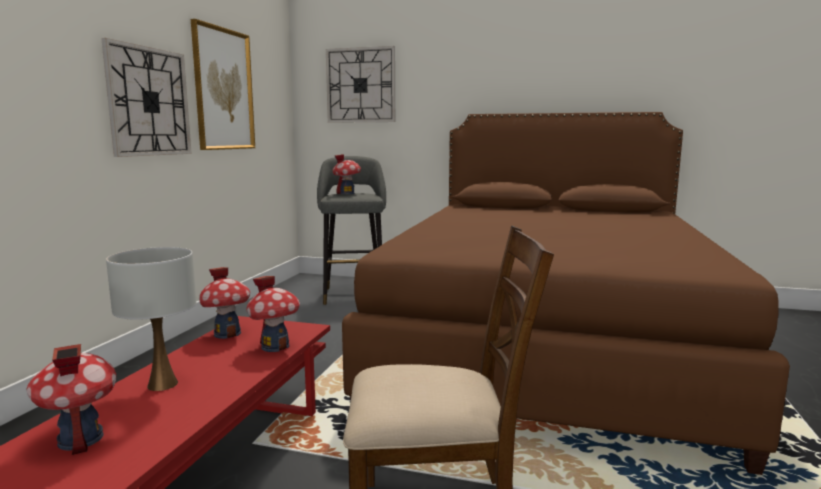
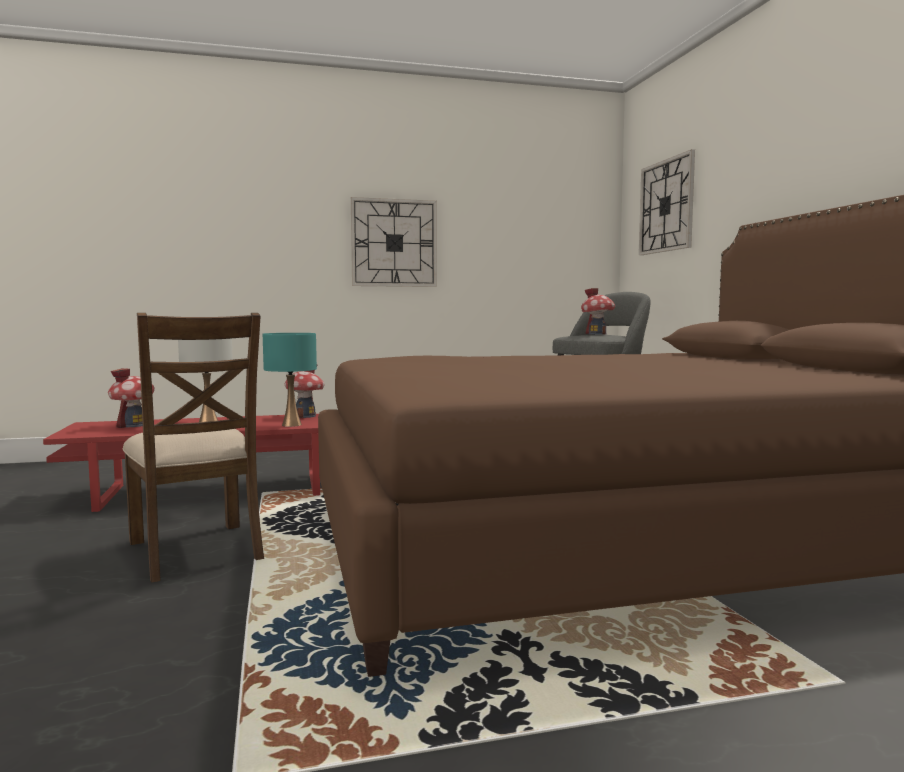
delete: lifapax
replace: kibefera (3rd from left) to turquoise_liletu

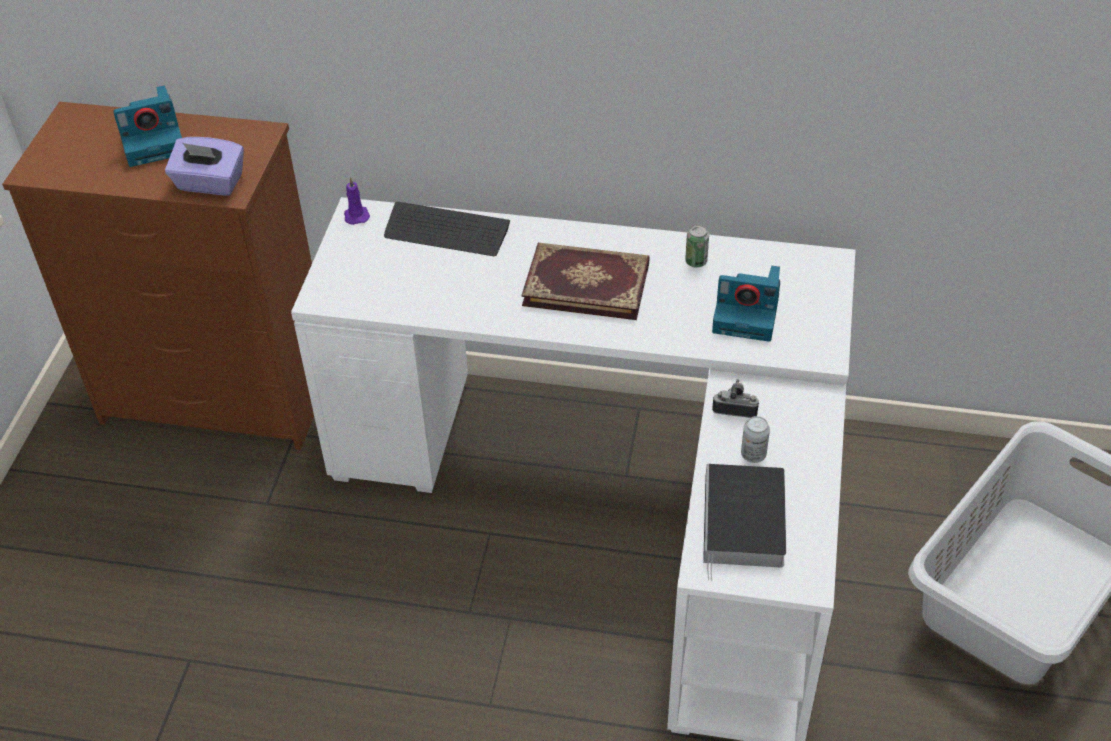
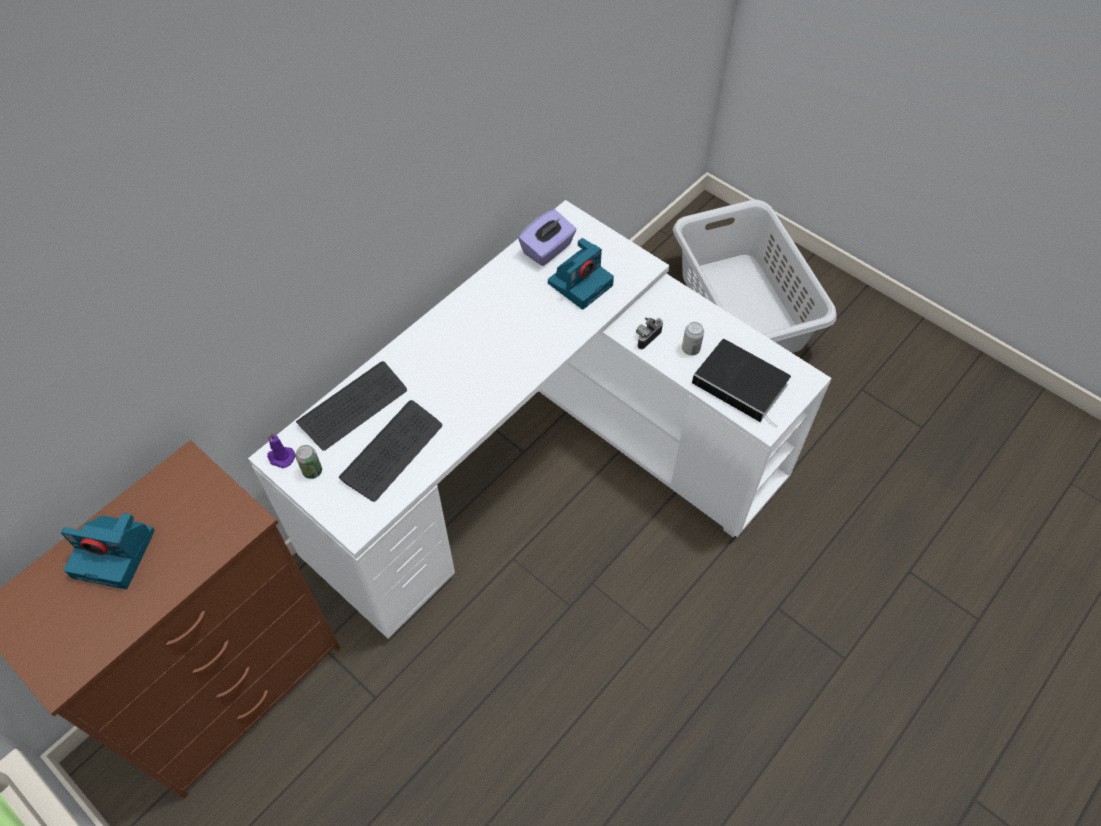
delete: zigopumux (1st from left)
insert: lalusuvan (2nd from left)
move: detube (1st from left); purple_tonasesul
rotate: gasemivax (1st from left) 90 degrees clockwise

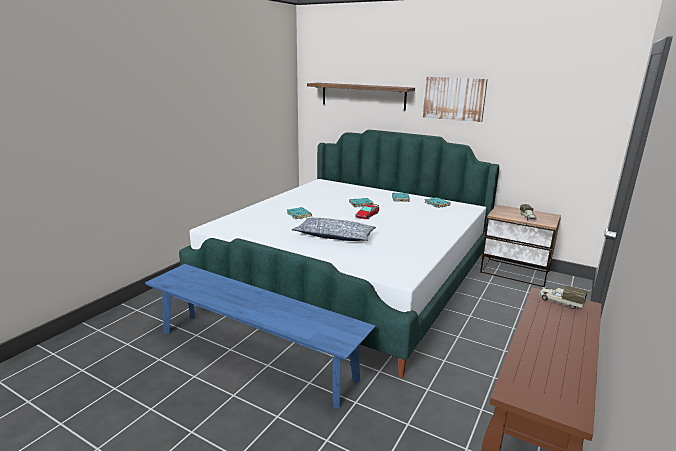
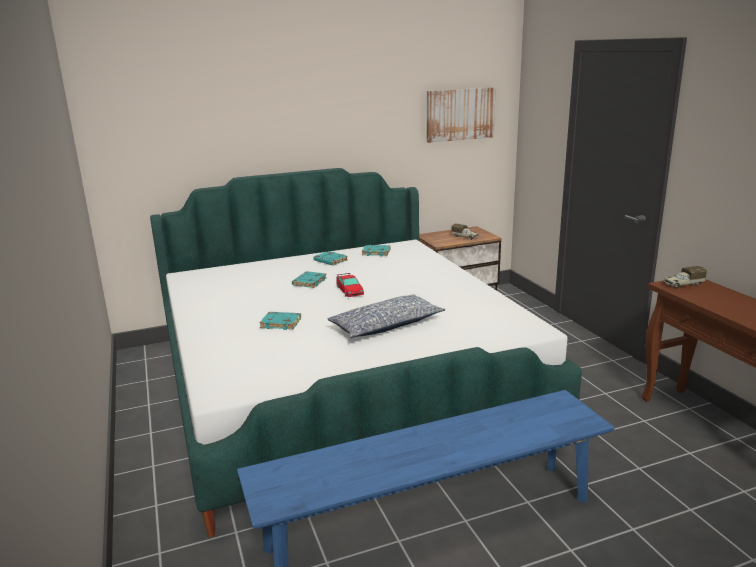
delete: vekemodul
move: lifapax

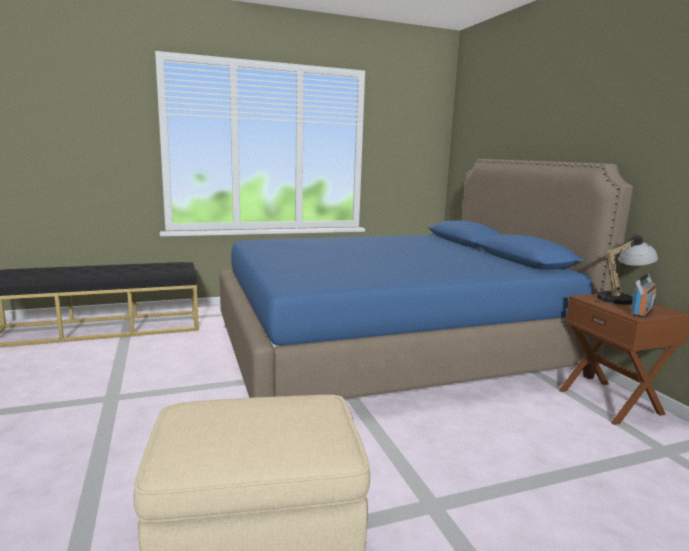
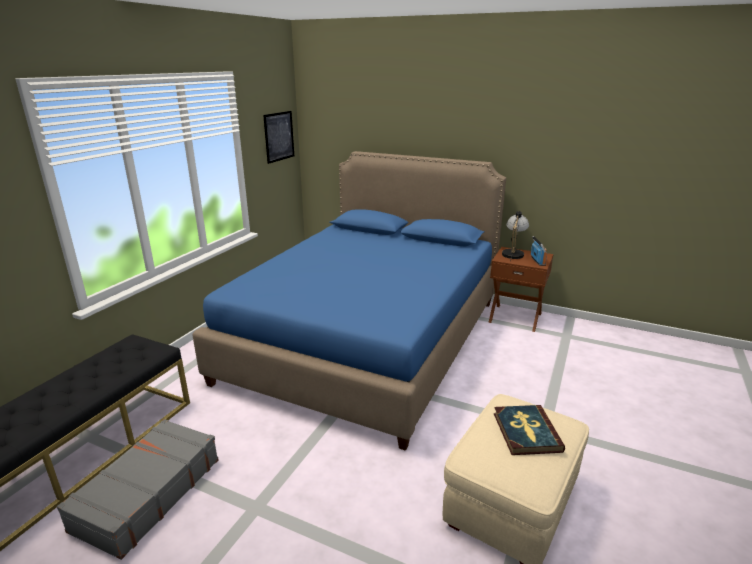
insert: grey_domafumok; lifapax; zigopumux

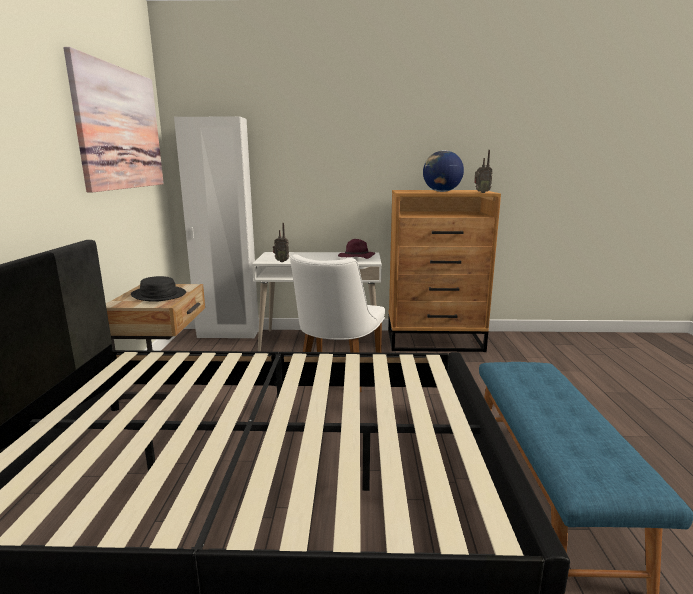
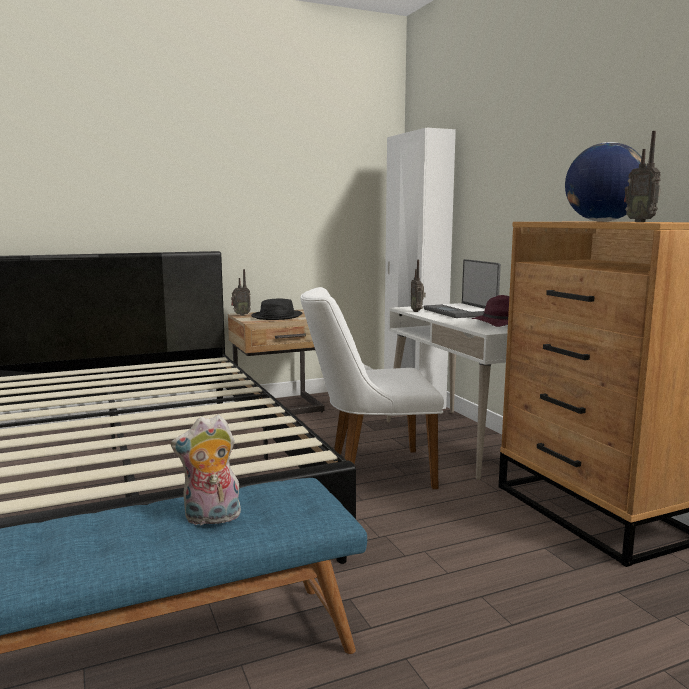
delete: lifapax
insert: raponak; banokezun (1st from left); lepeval

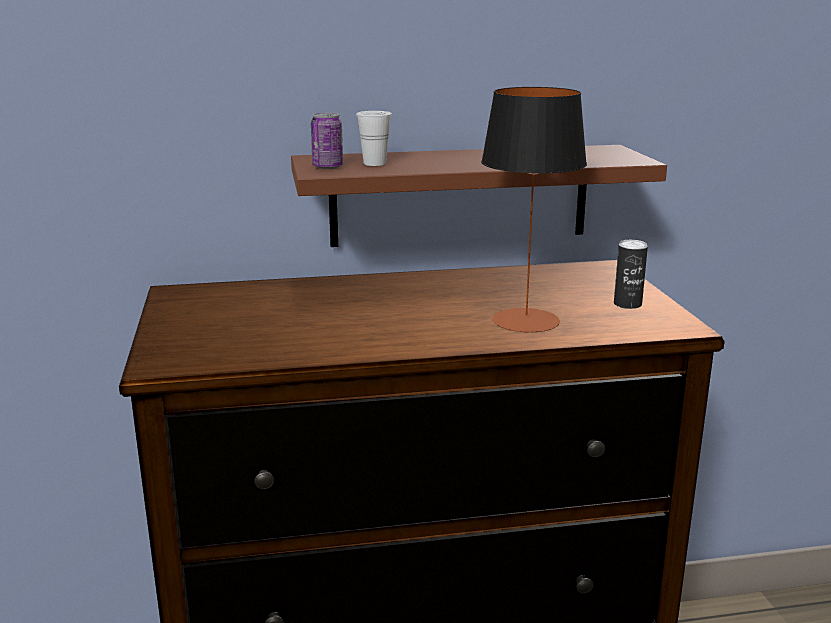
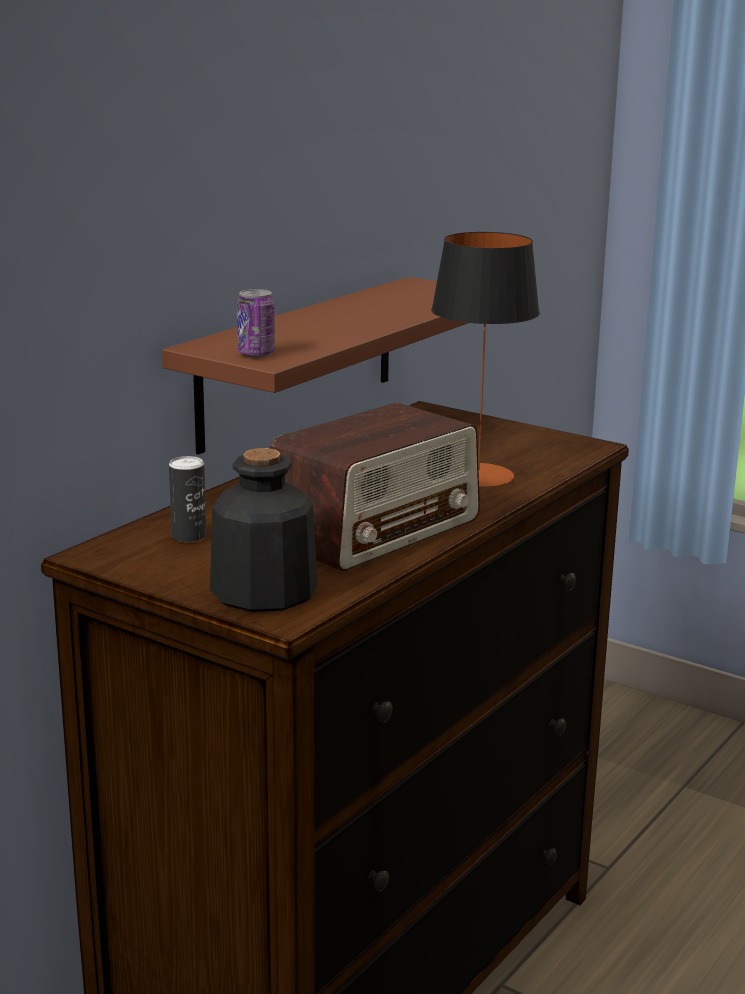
delete: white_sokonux
insert: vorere; banokezun
move: detube (2nd from left in the first image) to detube (1st from left)

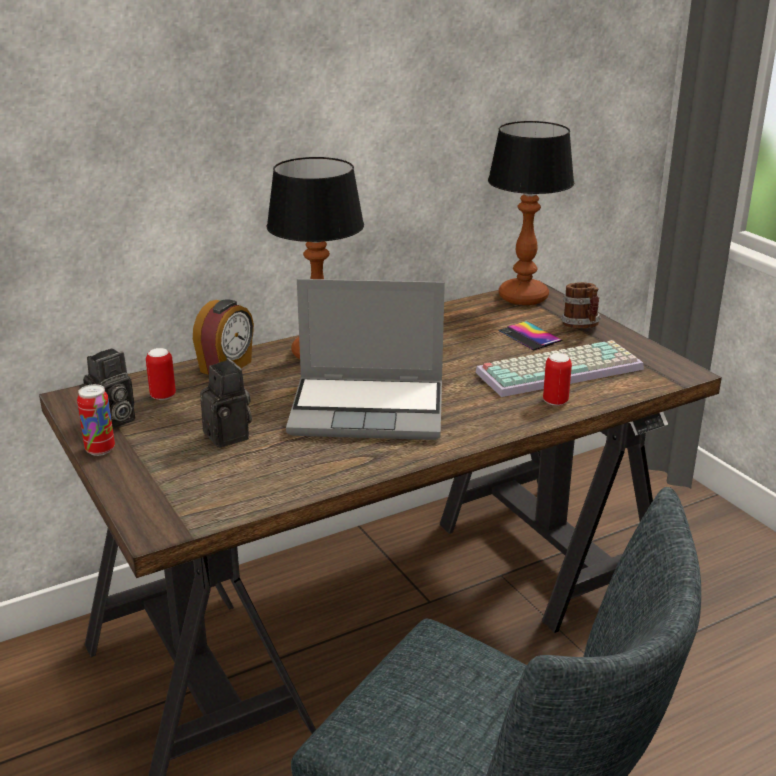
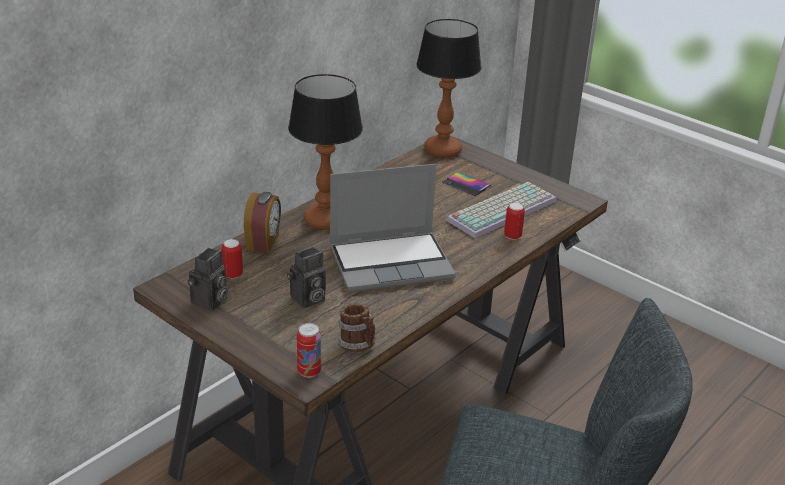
move: detube (1st from left in the first image) to detube (2nd from left); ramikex
rotate: gasemivax (2nd from left) 105 degrees clockwise

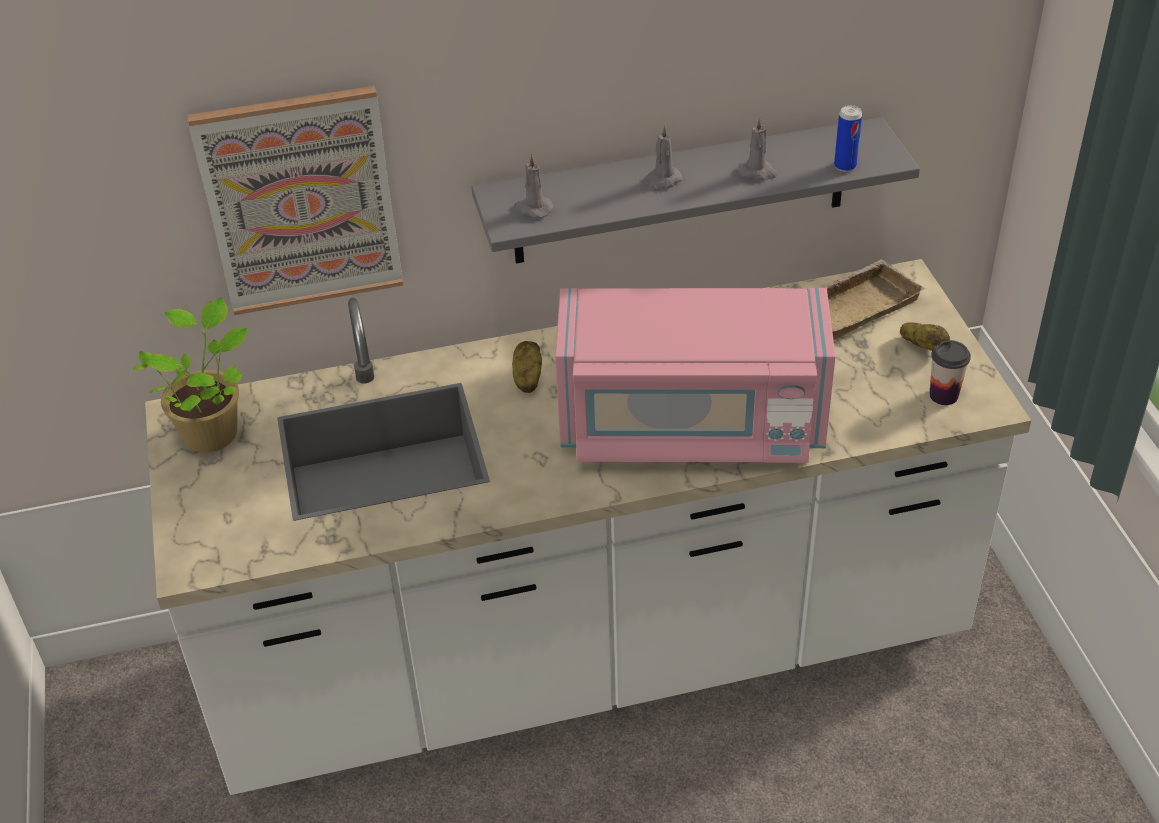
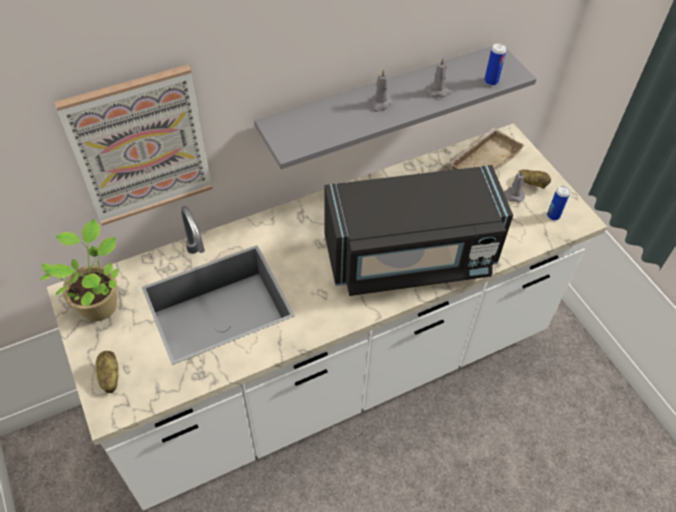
move: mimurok (1st from left); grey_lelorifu (1st from left in the first image) to grey_lelorifu (3rd from left)
replace: sokonux to detube (2nd from left)
recolor: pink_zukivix to black_zukivix

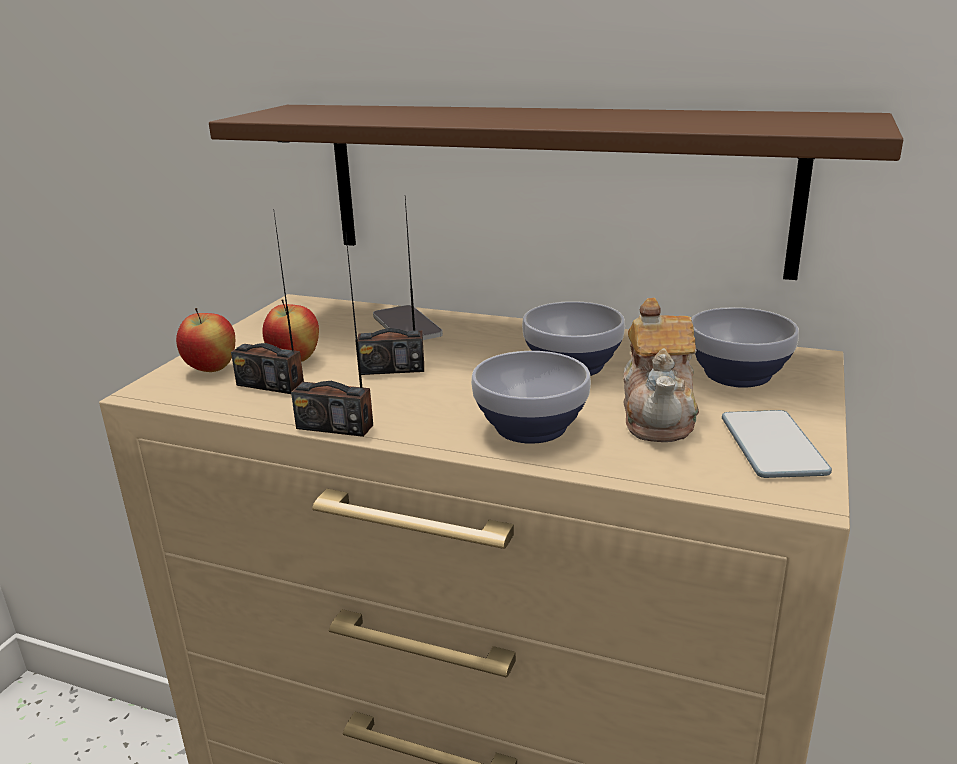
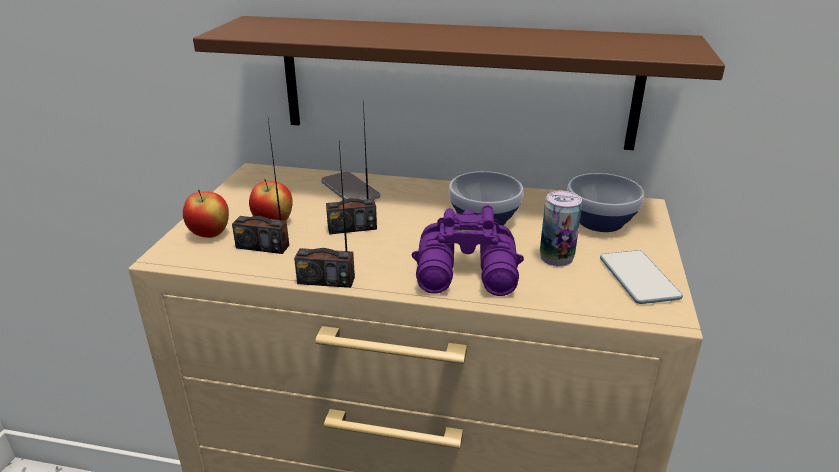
replace: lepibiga (1st from left) to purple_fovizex; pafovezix to detube

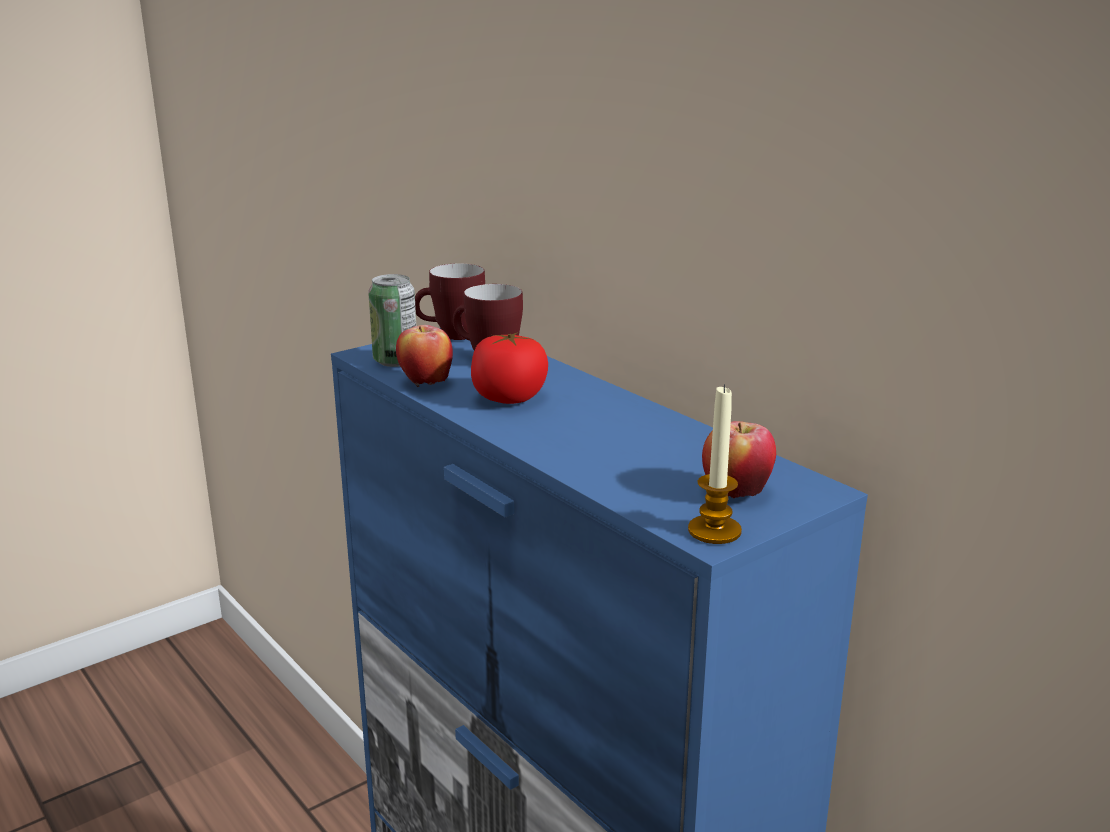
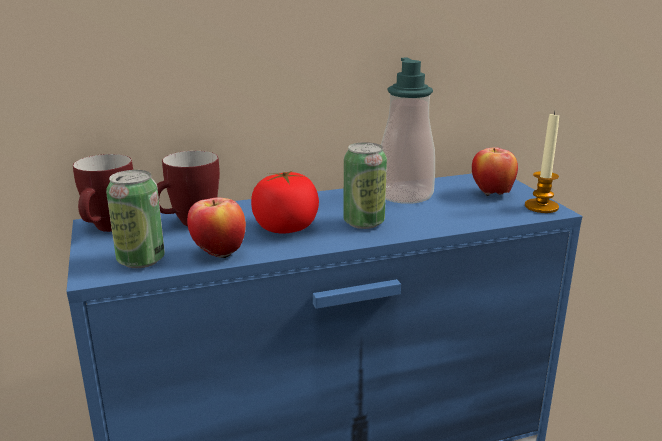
insert: detube (2nd from left); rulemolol

